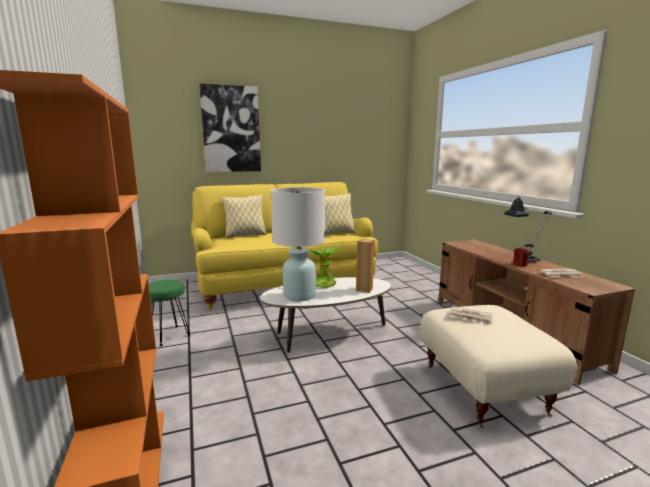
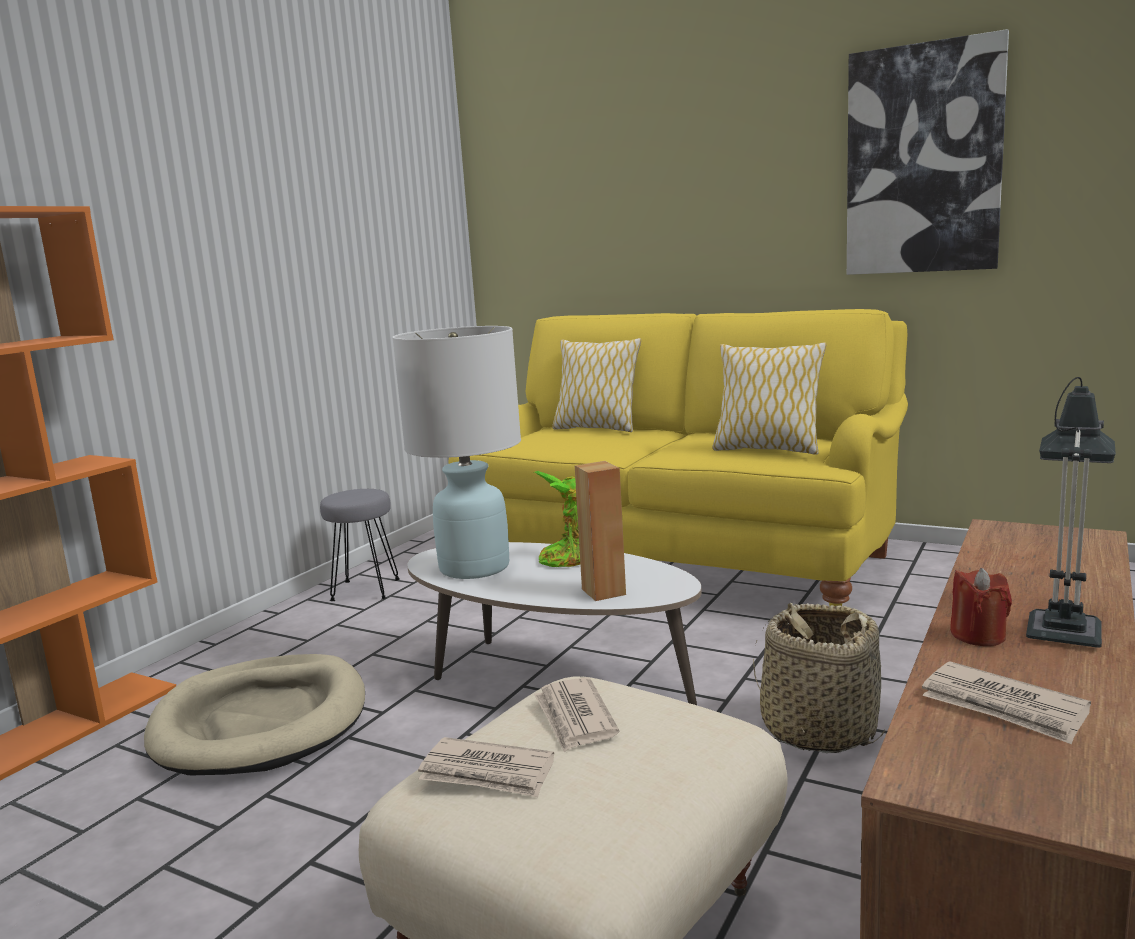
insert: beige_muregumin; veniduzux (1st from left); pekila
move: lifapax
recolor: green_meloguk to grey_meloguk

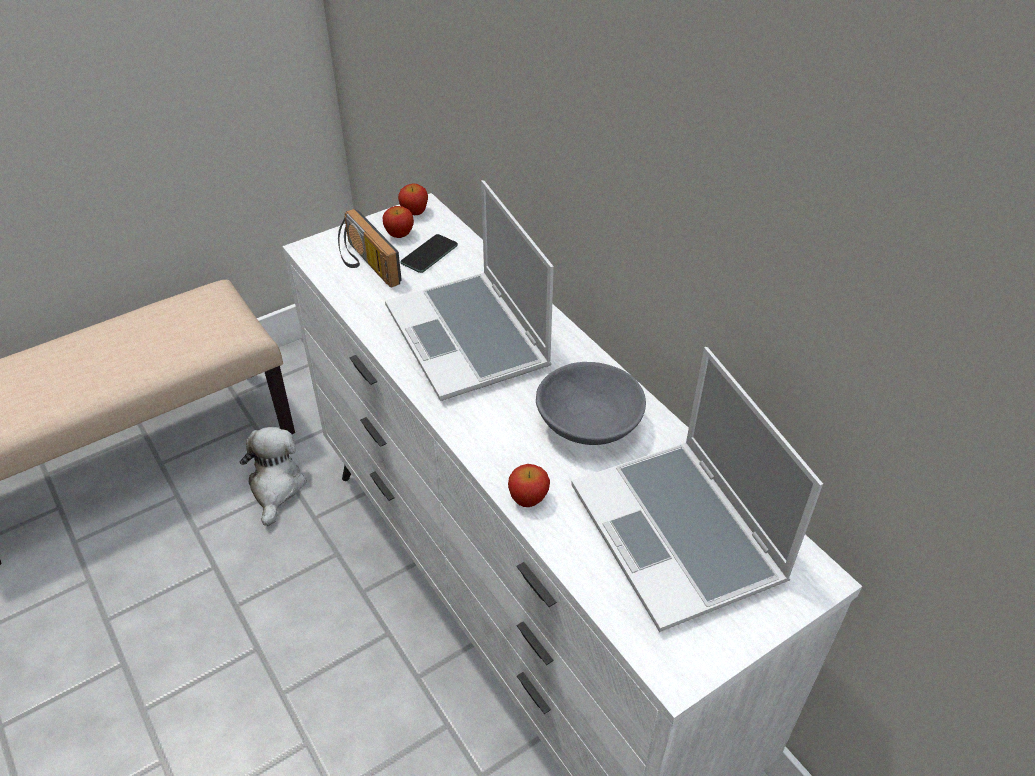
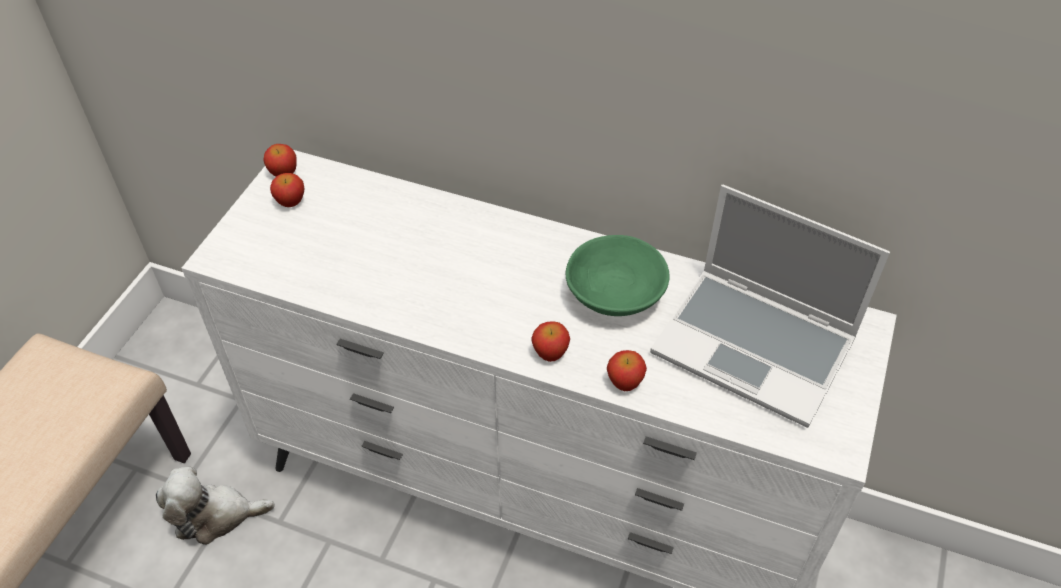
delete: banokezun; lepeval (1st from left); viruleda
insert: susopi (3rd from left)
recolor: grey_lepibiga to green_lepibiga
rotate: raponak 60 degrees counterclockwise

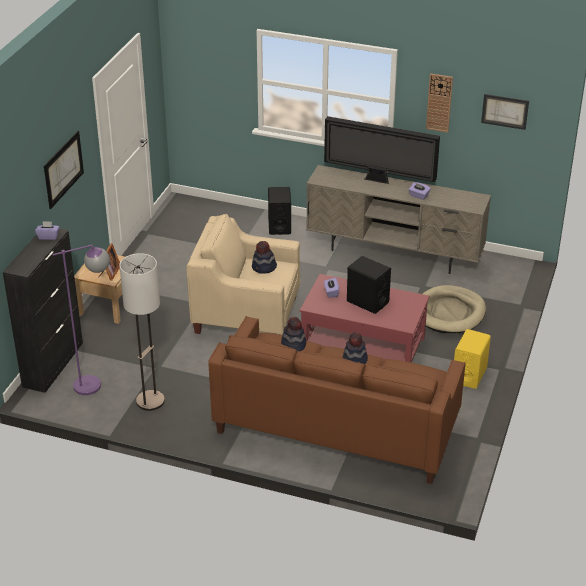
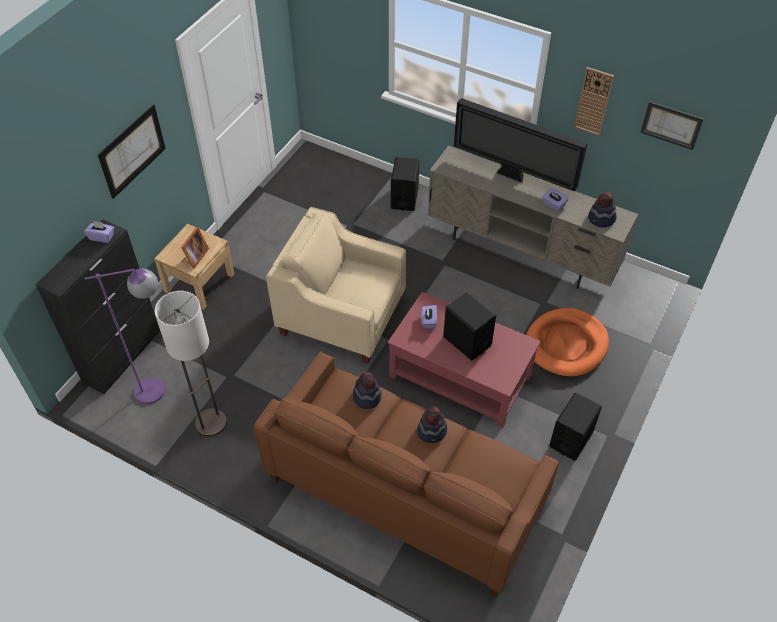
move: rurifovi (1st from left in the first image) to rurifovi (3rd from left)
recolor: beige_muregumin to orange_muregumin; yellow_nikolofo to black_nikolofo (3rd from left)

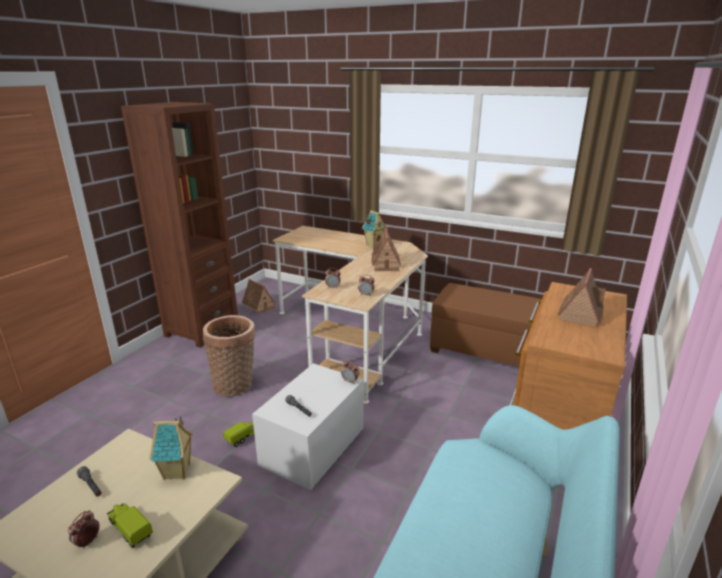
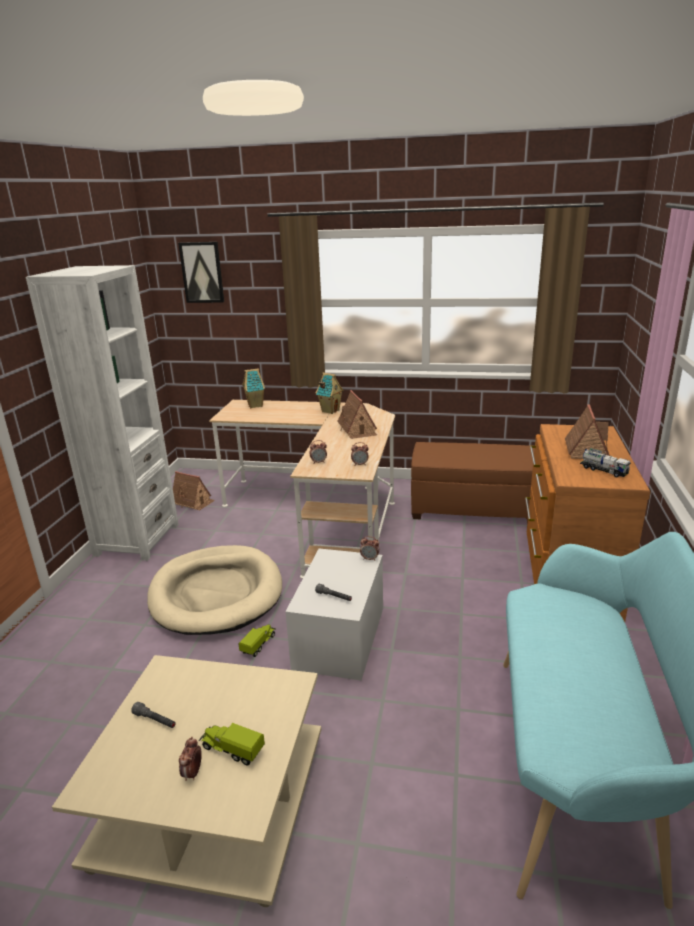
insert: lifapax; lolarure (3rd from left)
move: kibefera (1st from left in the first image) to kibefera (2nd from left)
replace: pekila to beige_muregumin
recolor: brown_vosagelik to white_vosagelik

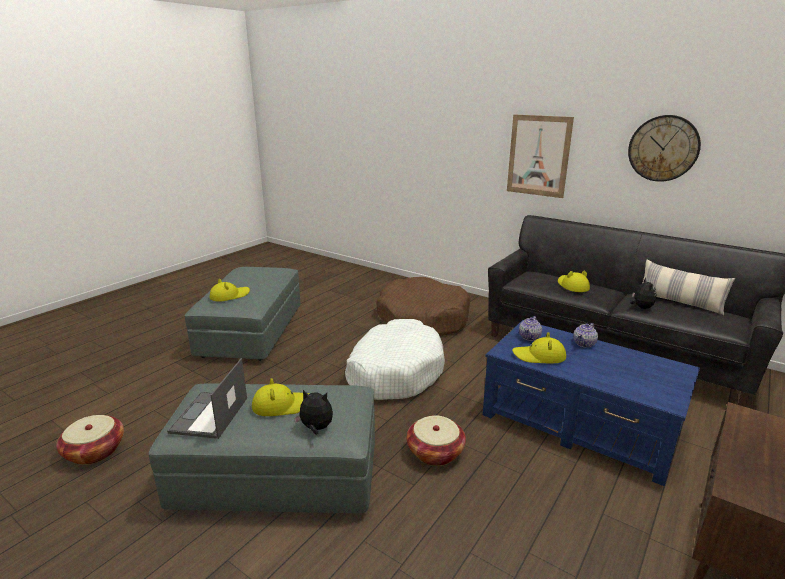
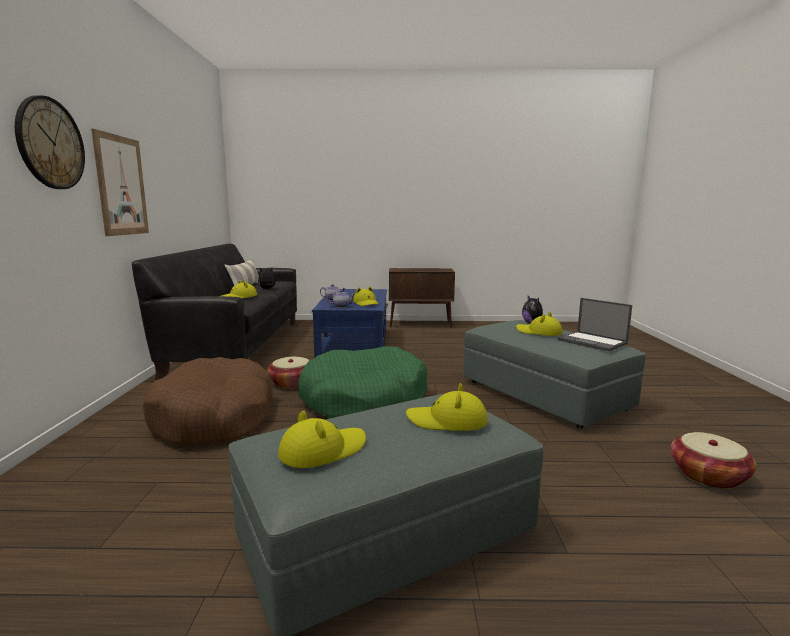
insert: yellow_rurifovi (2nd from left)
move: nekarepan; pekila (2nd from left in the first image) to pekila (1st from left)
recolor: white_muregumin to green_muregumin
rotate: lepeval 75 degrees clockwise

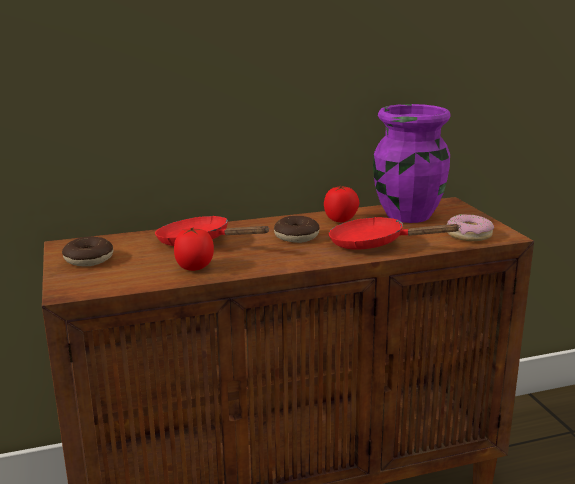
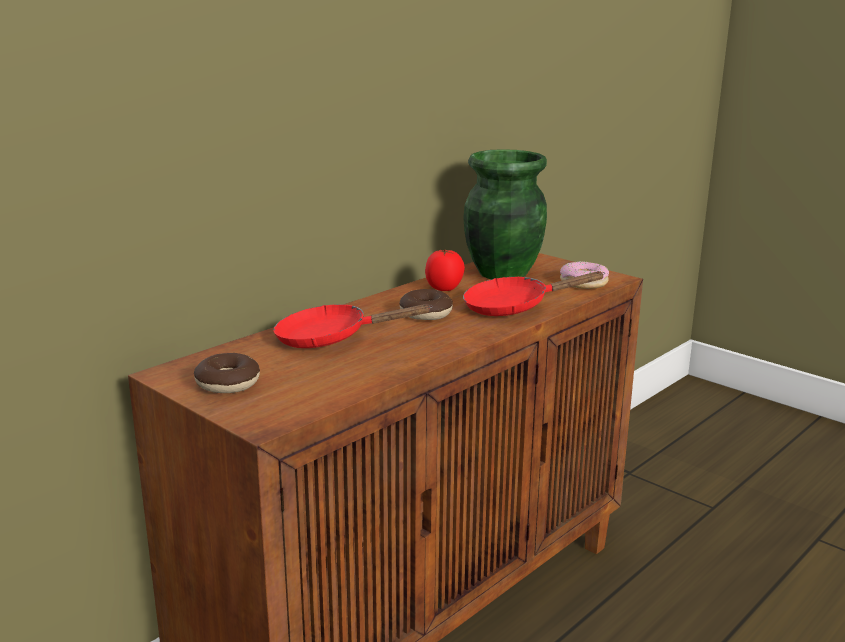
delete: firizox (1st from left)
recolor: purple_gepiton to green_gepiton

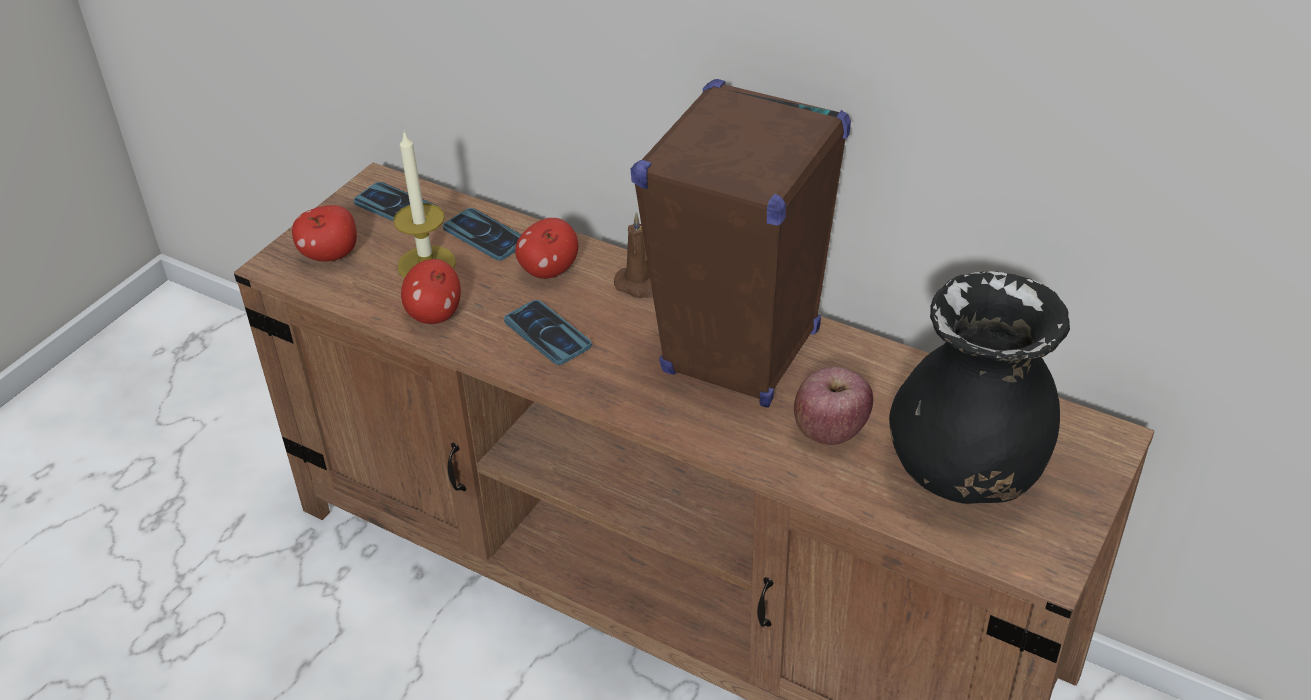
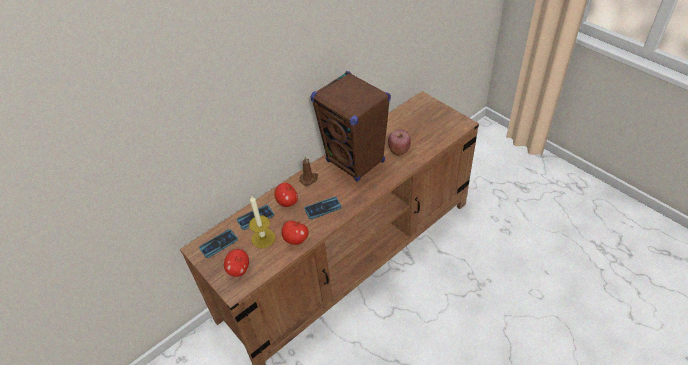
delete: black_gepiton

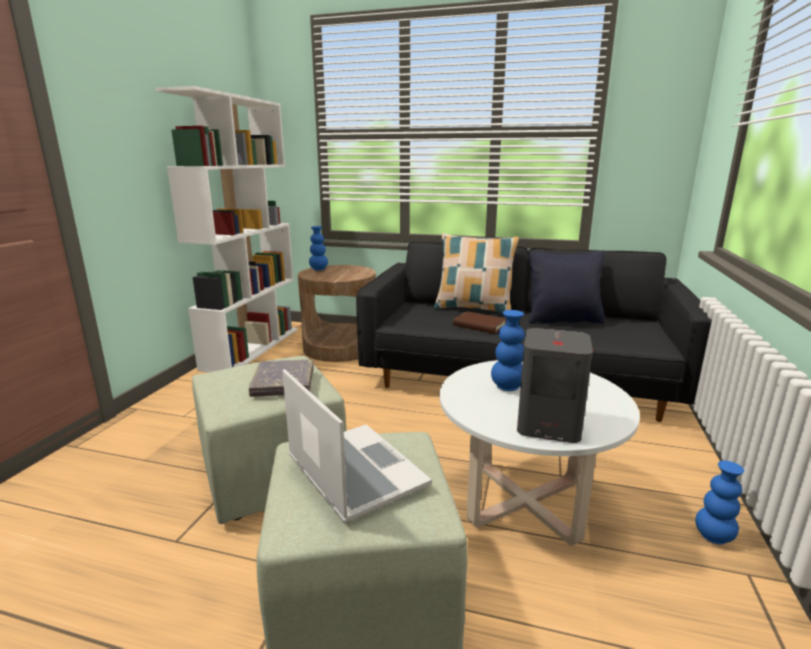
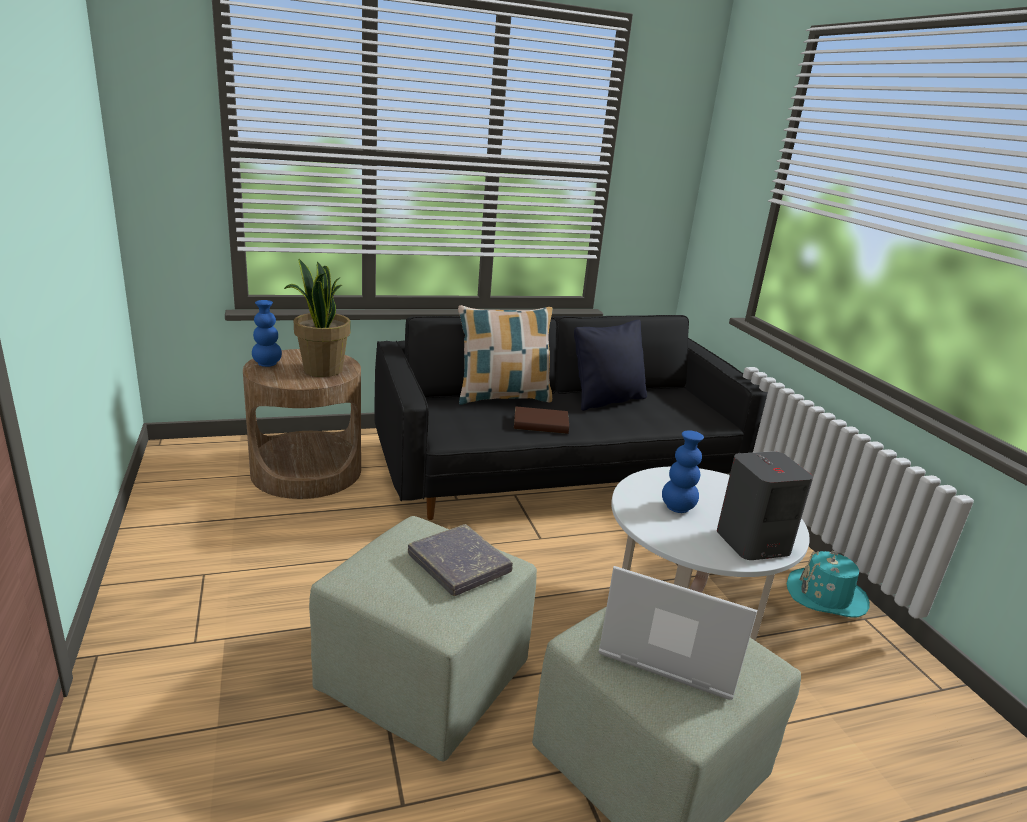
delete: white_vosagelik
insert: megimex
replace: blue_gepiton (3rd from left) to turquoise_rurifovi

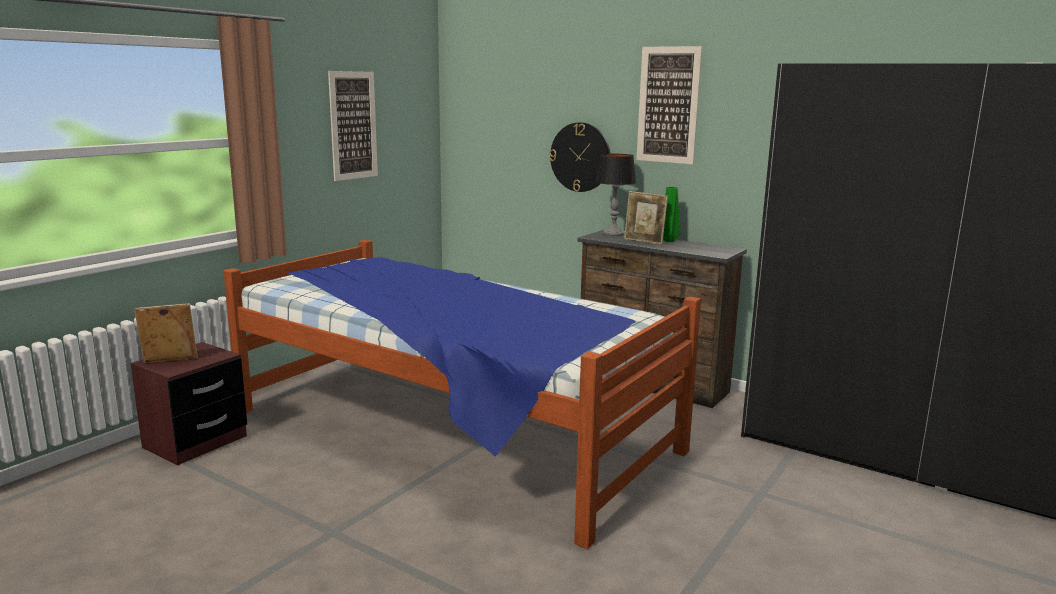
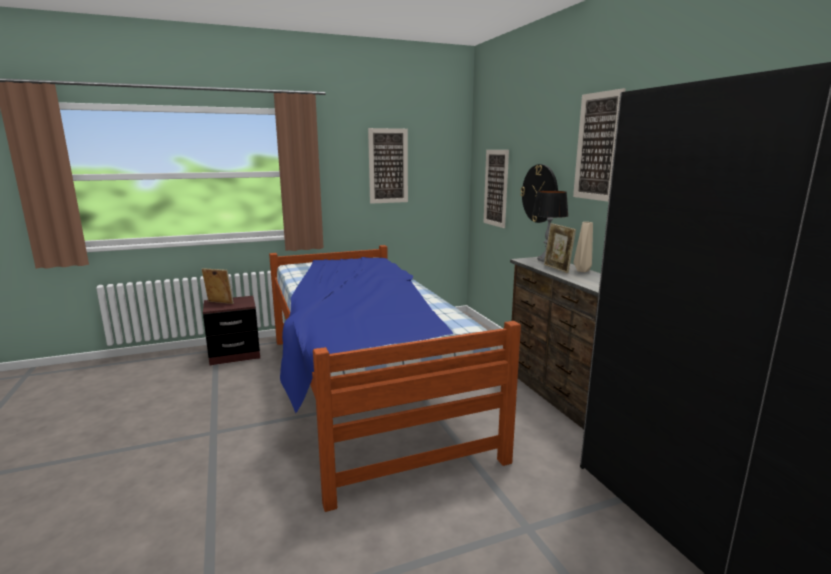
insert: lifapax (2nd from left)
recolor: green_gepiton to beige_gepiton

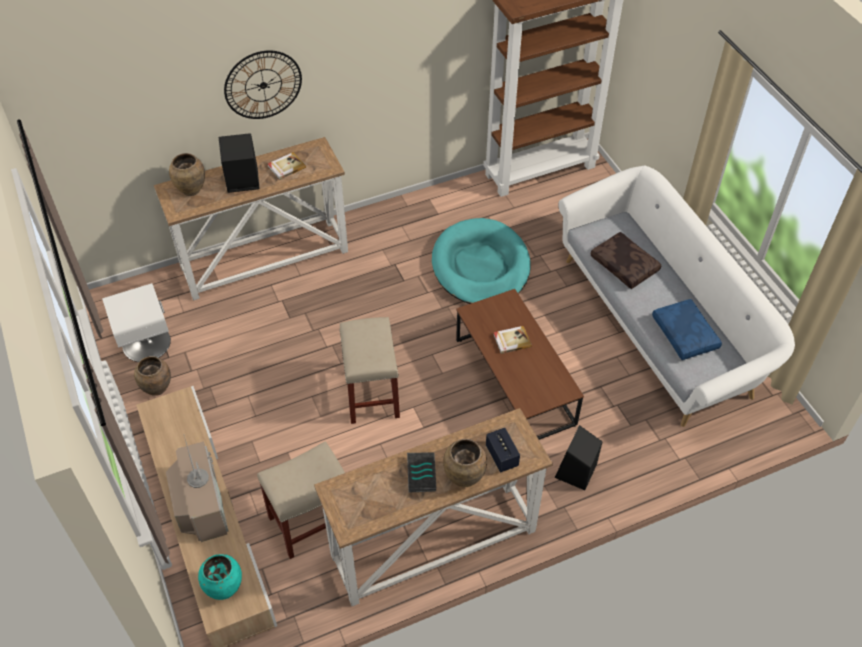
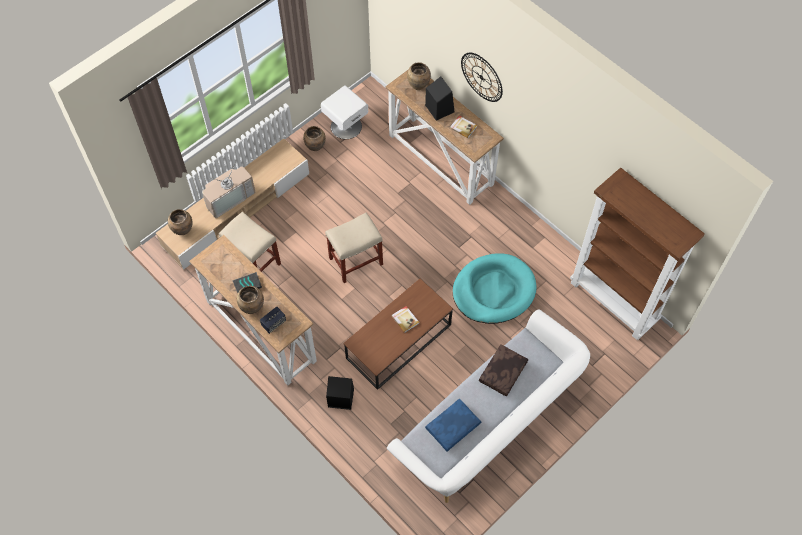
recolor: turquoise_gepiton to brown_gepiton (1st from left)

